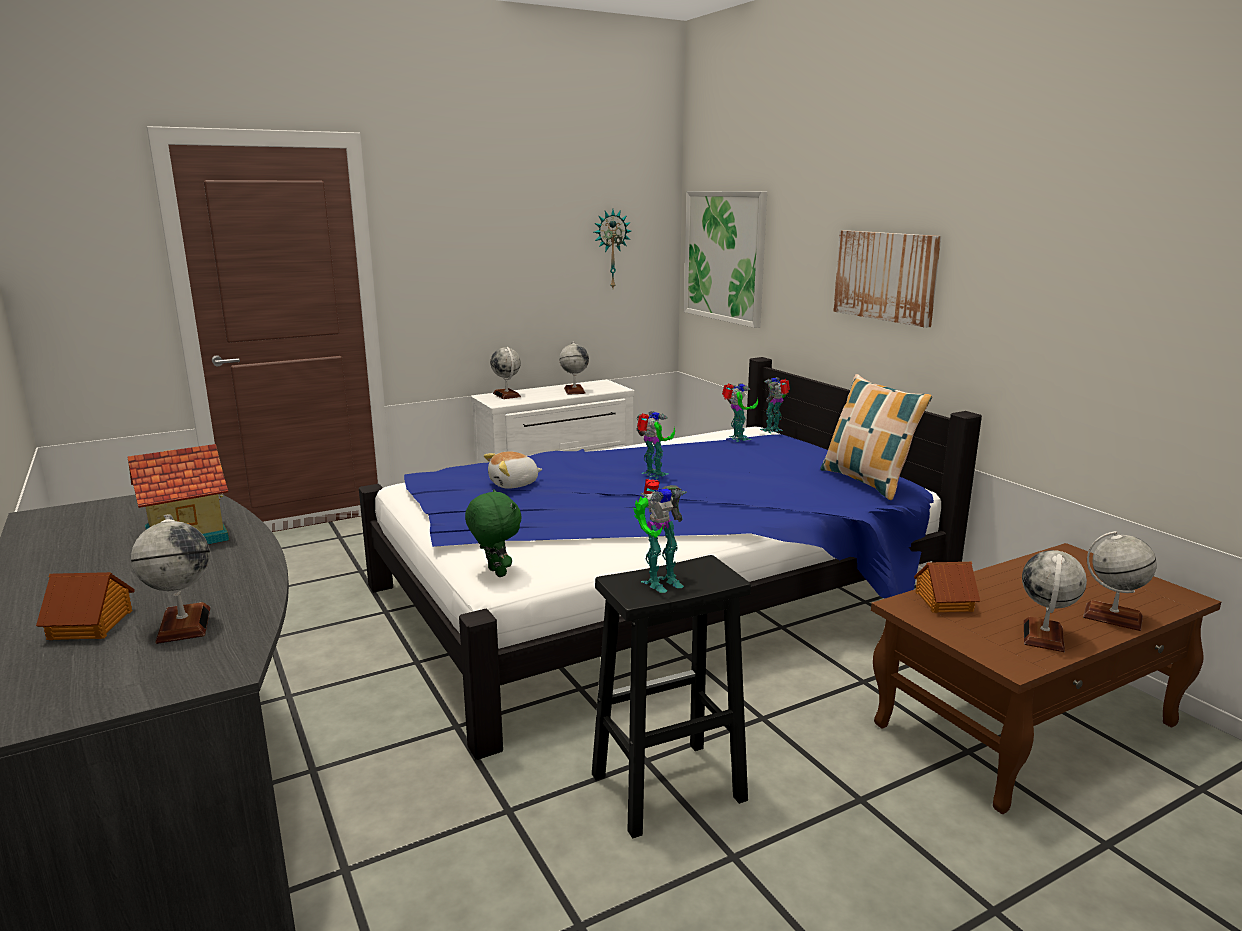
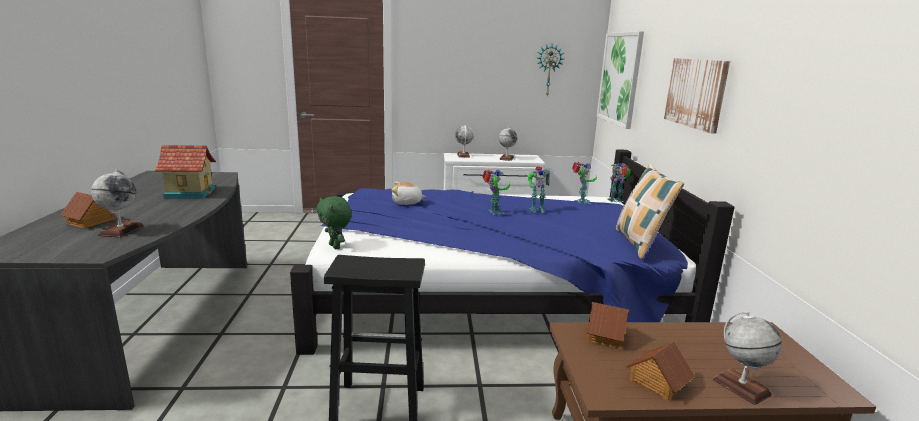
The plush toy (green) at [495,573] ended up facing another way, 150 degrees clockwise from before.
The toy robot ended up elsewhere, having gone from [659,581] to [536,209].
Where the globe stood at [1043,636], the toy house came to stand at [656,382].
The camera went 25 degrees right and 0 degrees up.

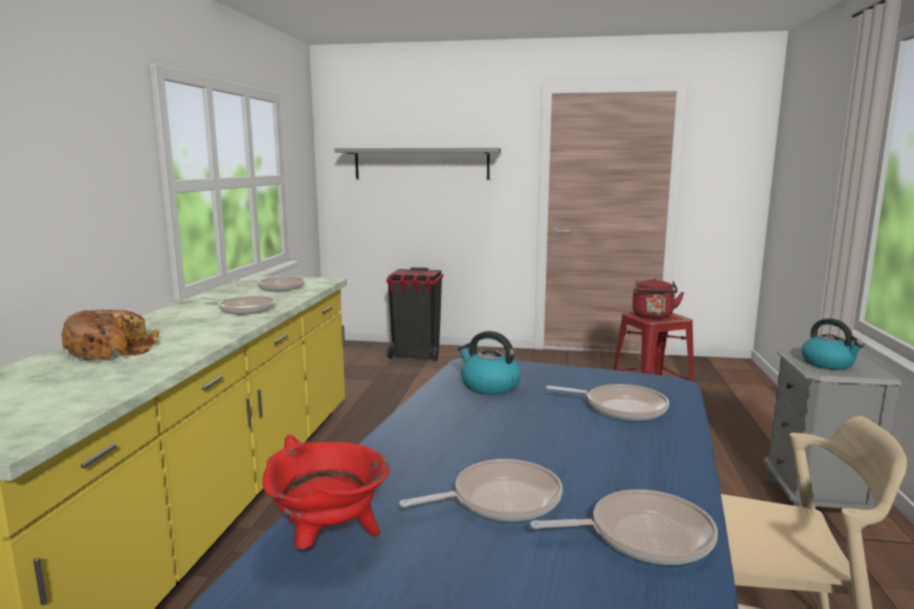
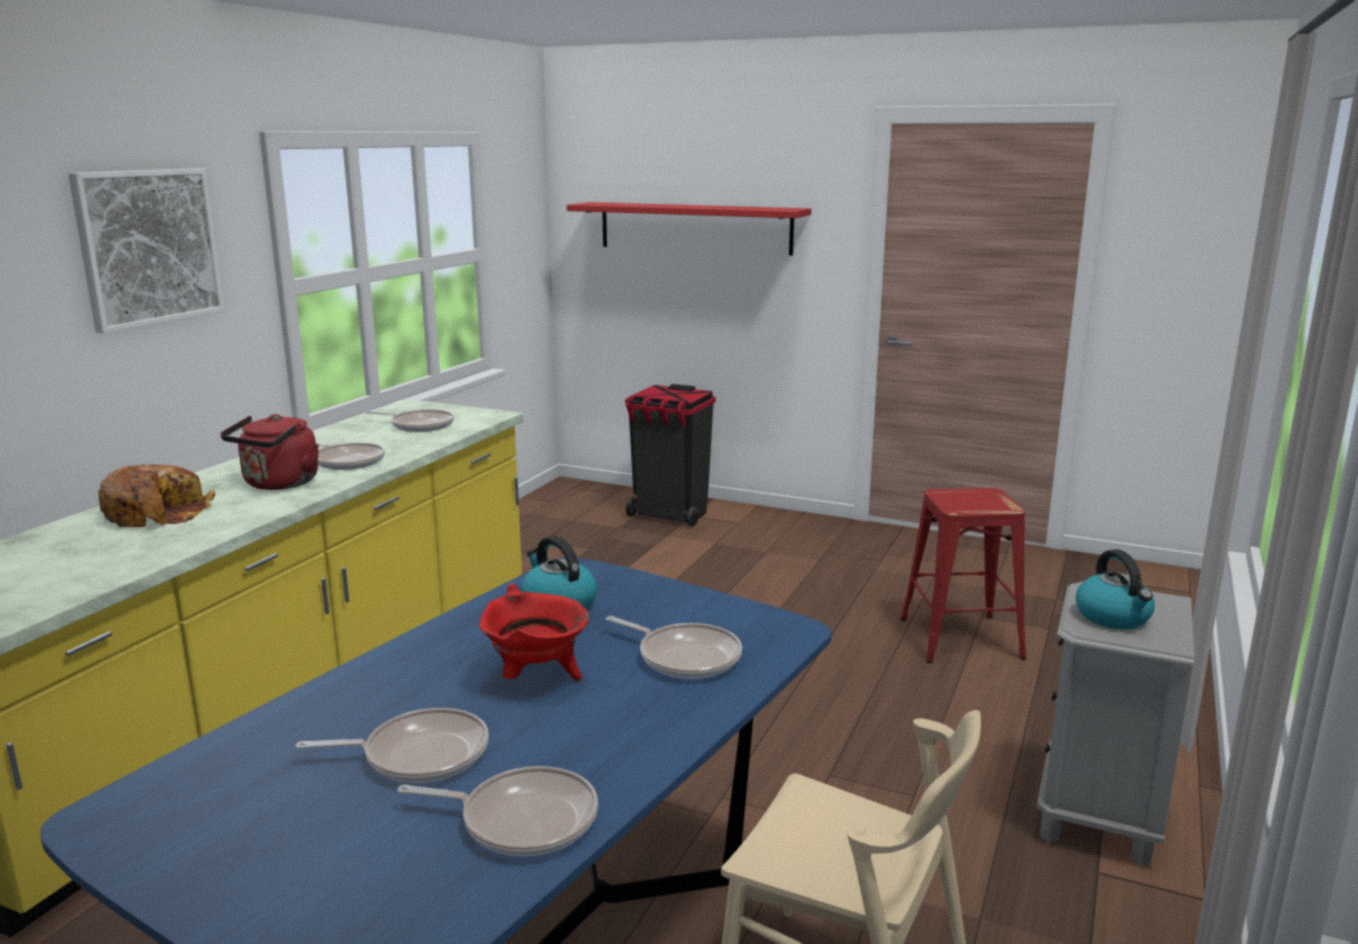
The second view gained the picture at [148,247].
The kettle (red) ended up elsewhere, having gone from [653,316] to [278,484].
The cooking pot (red) ended up elsewhere, having gone from [328,541] to [537,679].
What was the shelf (grey) at [421,163] turned into the shelf (red) at [694,228].
The camera went 15 degrees right and 5 degrees up.

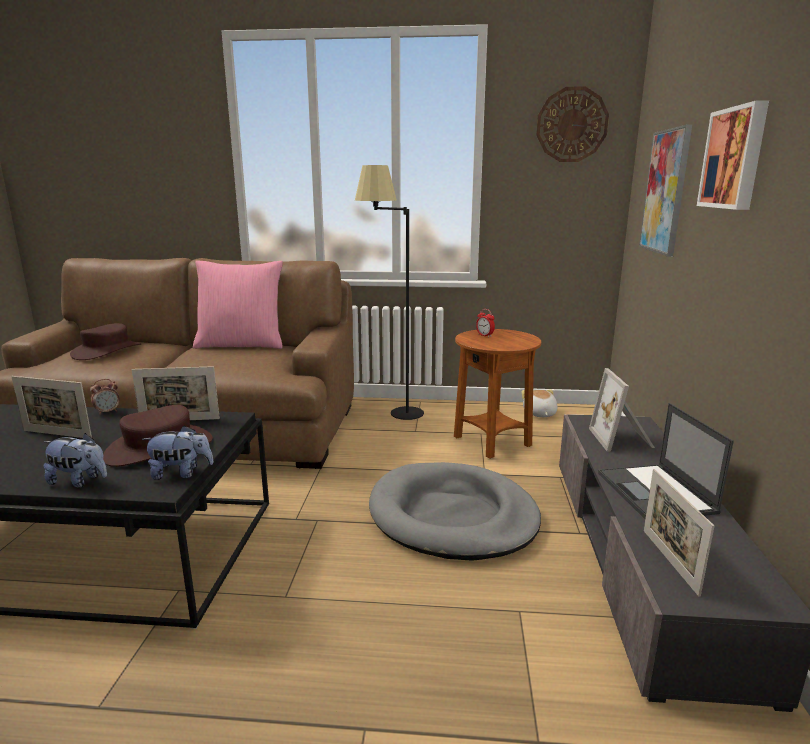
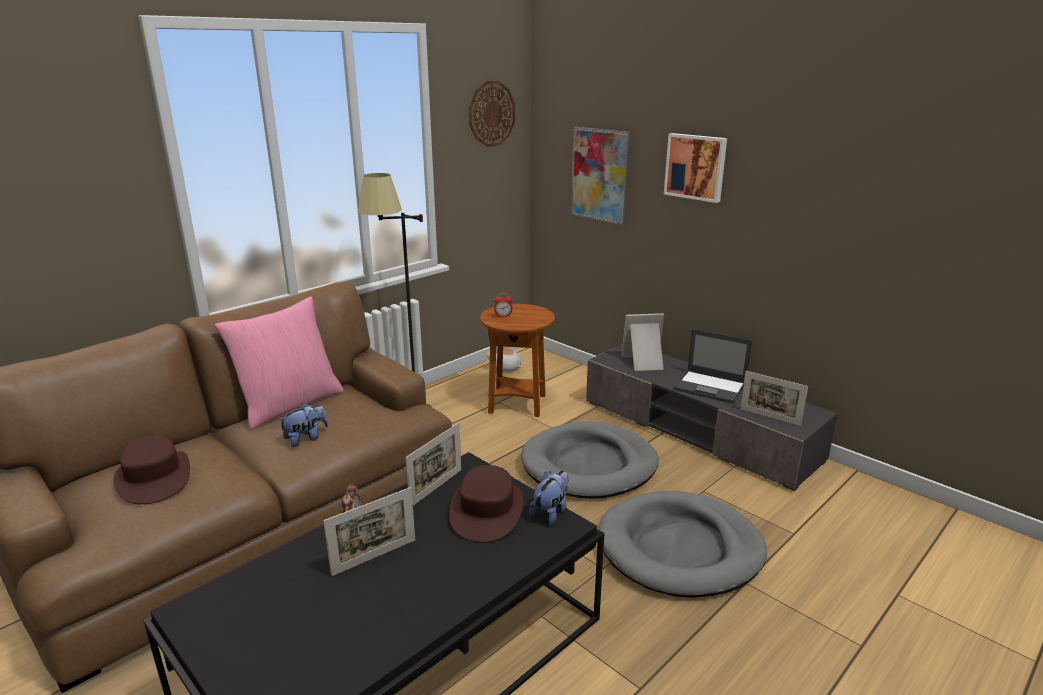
The plush toy ended up elsewhere, having gone from [79,481] to [306,438].
The second view gained the dog bed (grey) at [680,548].
The picture frame at [623,439] ended up facing another way, 135 degrees clockwise from before.
The camera went 50 degrees left and 5 degrees up.

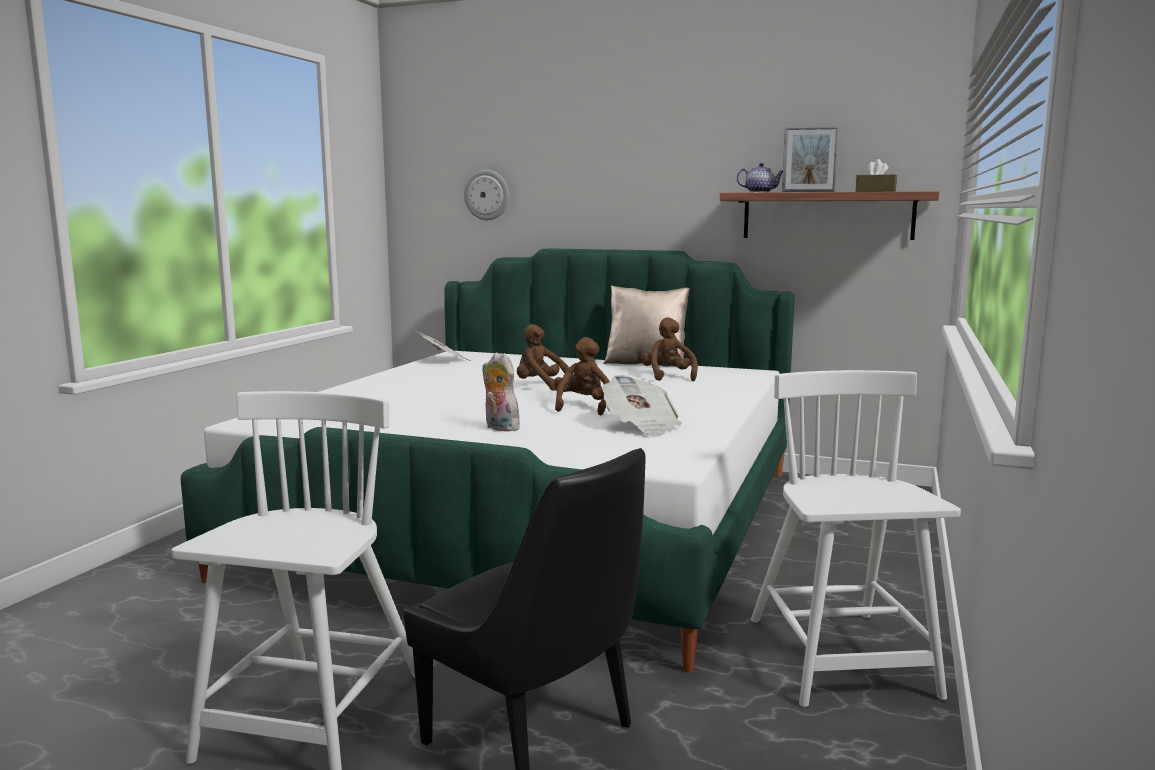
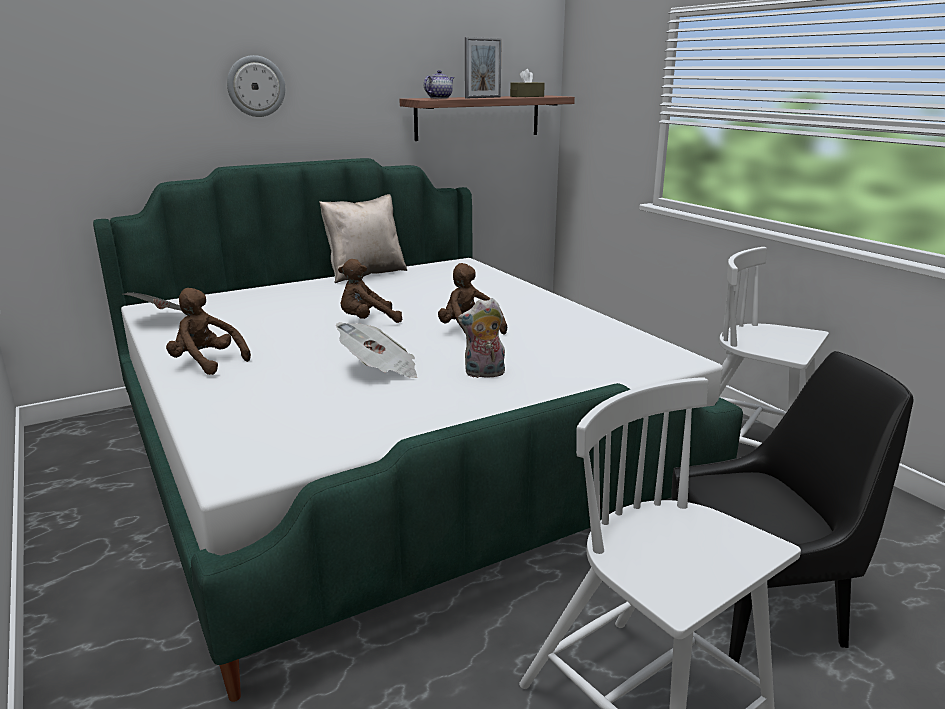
The plush toy (brown) ended up elsewhere, having gone from [668,377] to [206,363].
The wall clock ended up elsewhere, having gone from [487,195] to [256,86].
The newspaper ended up elsewhere, having gone from [641,427] to [380,370].
The camera went 50 degrees left and 10 degrees up.

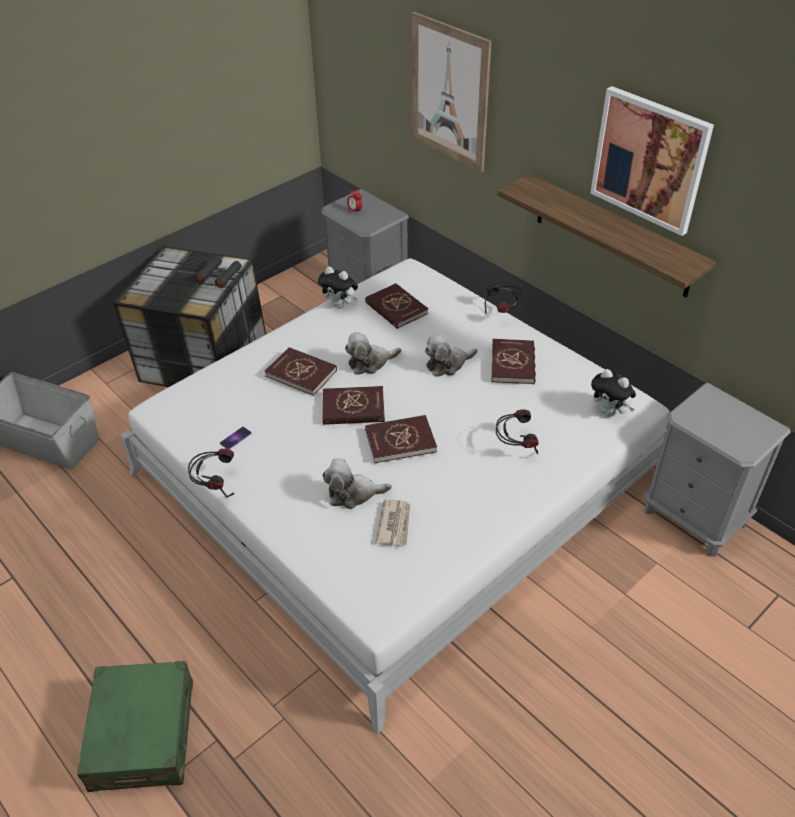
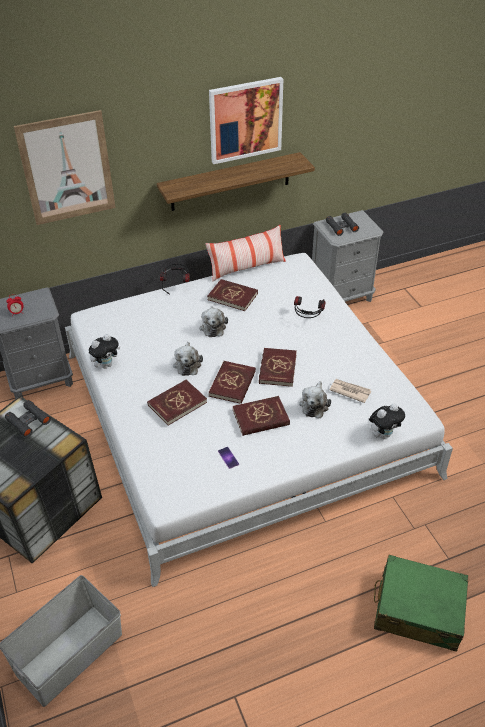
The second view gained the pillow at [246,268].
The book (red) ended up elsewhere, having gone from [396,308] to [261,417].
The second view gained the binoculars (black) at [341,227].
The plush toy ended up elsewhere, having gone from [609,412] to [383,434].
The second view lost the headphones at [215,485].
The camera went 70 degrees left and 0 degrees up.

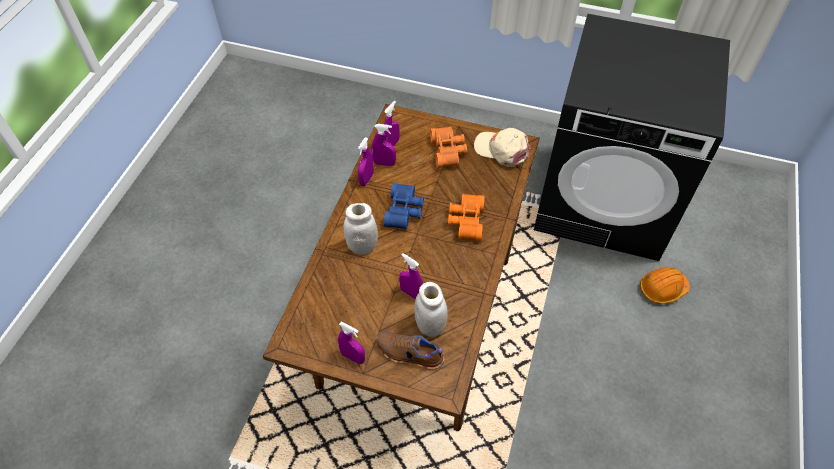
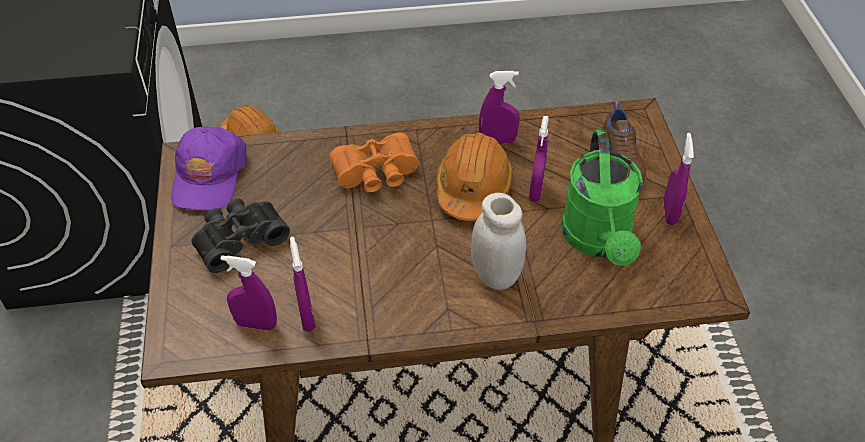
What was the cap (beige) at [502,150] turned into the cap (purple) at [208,176].
What was the binoculars (orange) at [449,151] turned into the binoculars (black) at [239,239].
The second view gained the hard hat (orange) at [473,188].
The spray bottle (purple) ended up elsewhere, having gone from [366,179] to [497,141].
The second view gained the watering can (green) at [598,240].
The second view lost the binoculars (blue) at [405,211].
The second view lost the jar (white) at [430,325].
The camera went 115 degrees left and 5 degrees down.

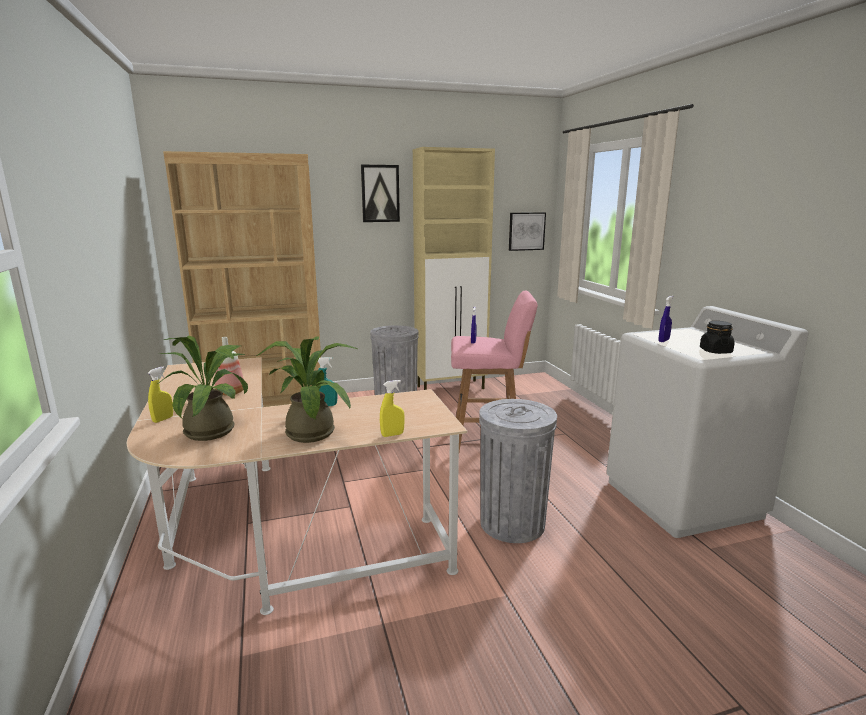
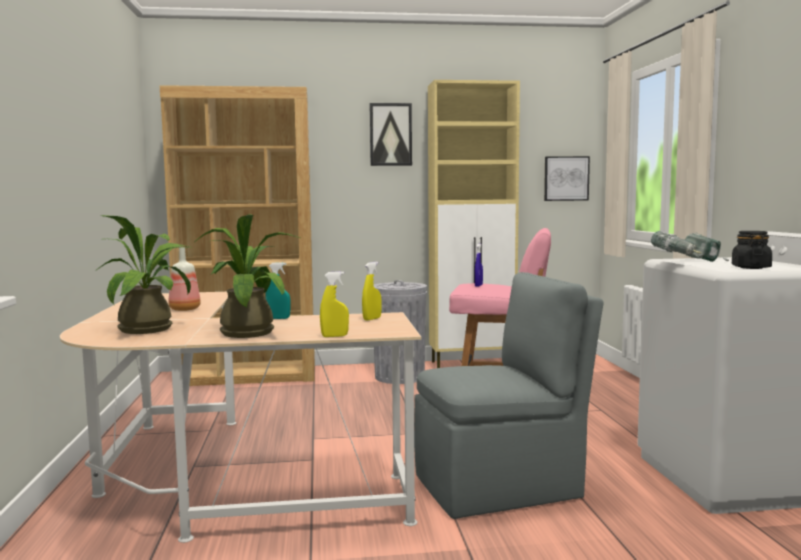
The spray bottle (yellow) ended up elsewhere, having gone from [163,419] to [372,319].
Where the trash can (grey) stood at [512,523], the chair (grey) came to stand at [501,486].
Where the spray bottle (blue) stood at [663,341], the power drill came to stand at [691,262].
The camera went 10 degrees right and 10 degrees down.

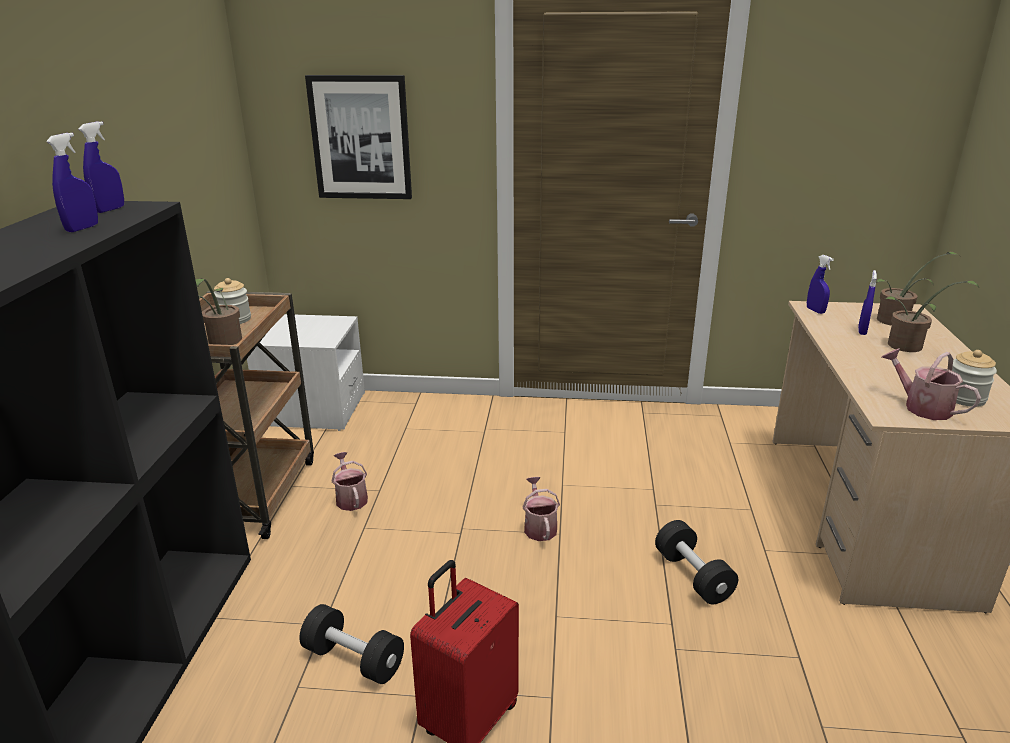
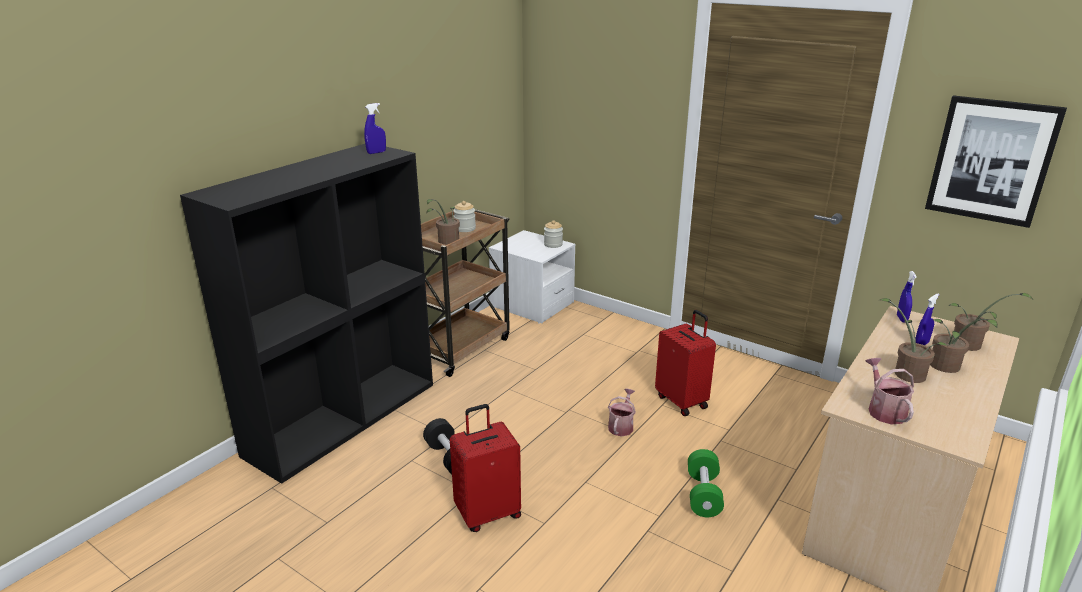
The jar ended up elsewhere, having gone from [964,398] to [553,244].
The second view gained the suitcase (red) at [682,401].
What was the dumbbell (black) at [693,576] turned into the dumbbell (green) at [703,494].
The second view gained the potted plant at [905,372].
The picture ended up elsewhere, having gone from [361,138] to [991,160].
The second view lost the spray bottle (blue) at [82,228].
The second view lost the watering can at [350,498].
The camera went 30 degrees right and 0 degrees up.

